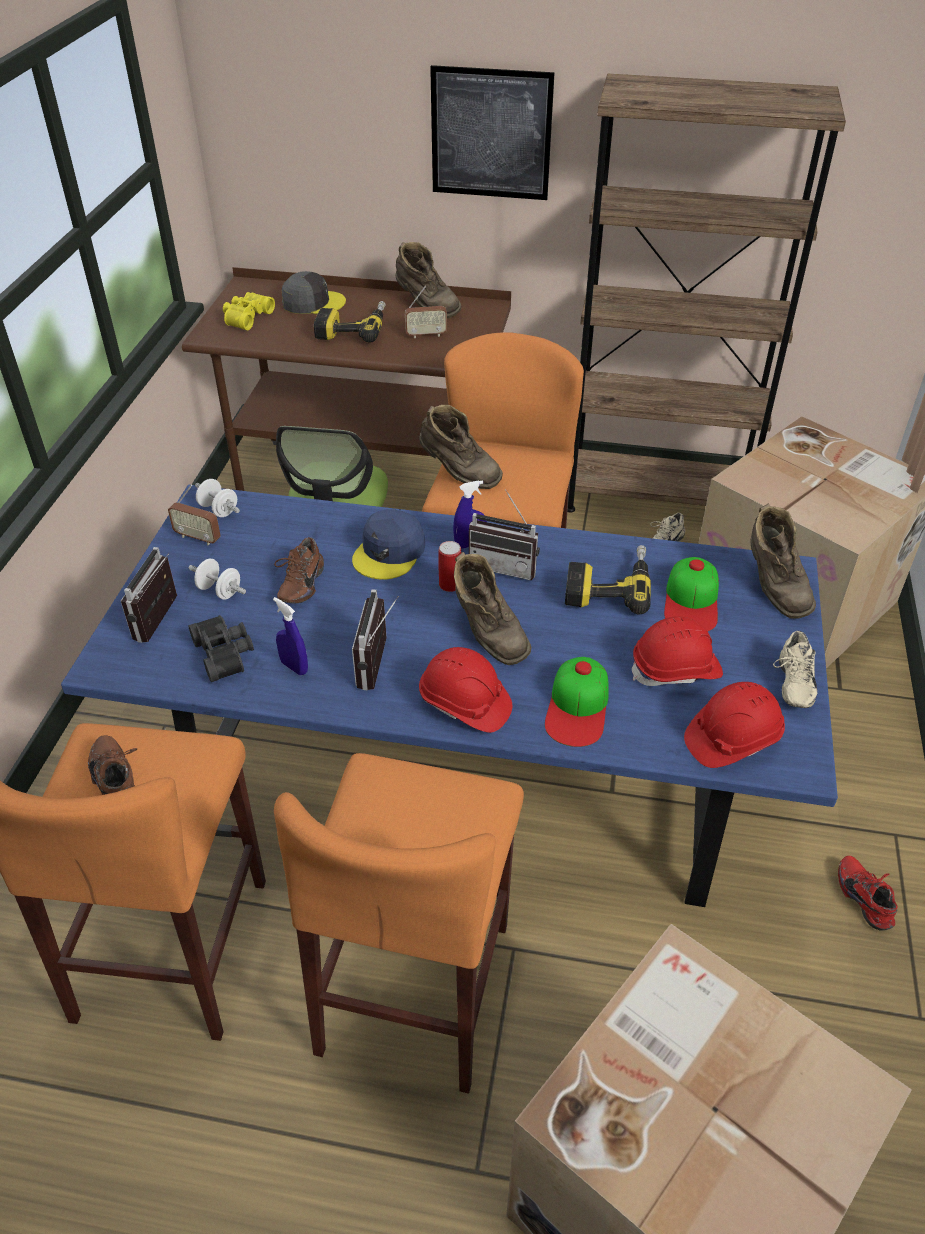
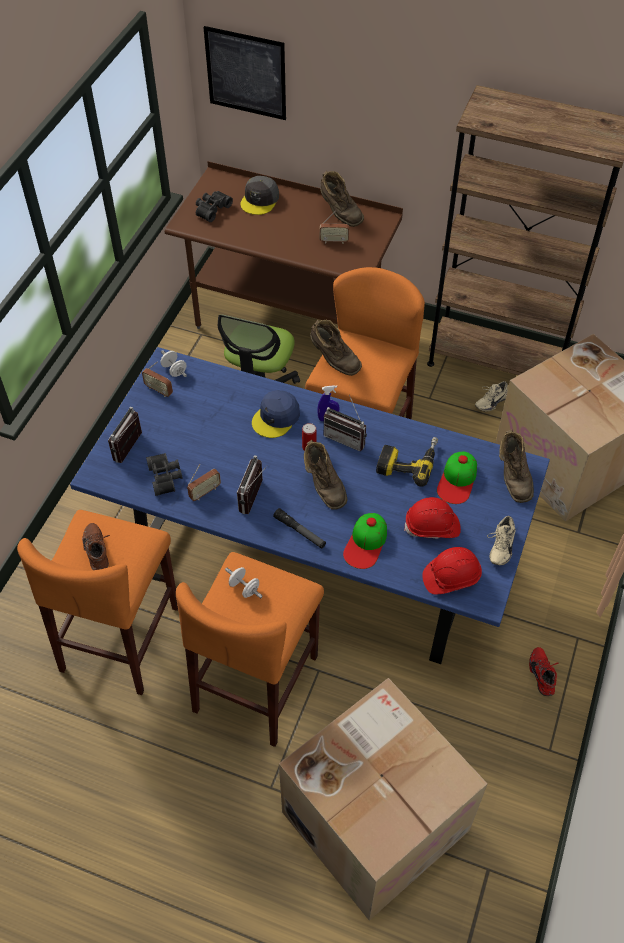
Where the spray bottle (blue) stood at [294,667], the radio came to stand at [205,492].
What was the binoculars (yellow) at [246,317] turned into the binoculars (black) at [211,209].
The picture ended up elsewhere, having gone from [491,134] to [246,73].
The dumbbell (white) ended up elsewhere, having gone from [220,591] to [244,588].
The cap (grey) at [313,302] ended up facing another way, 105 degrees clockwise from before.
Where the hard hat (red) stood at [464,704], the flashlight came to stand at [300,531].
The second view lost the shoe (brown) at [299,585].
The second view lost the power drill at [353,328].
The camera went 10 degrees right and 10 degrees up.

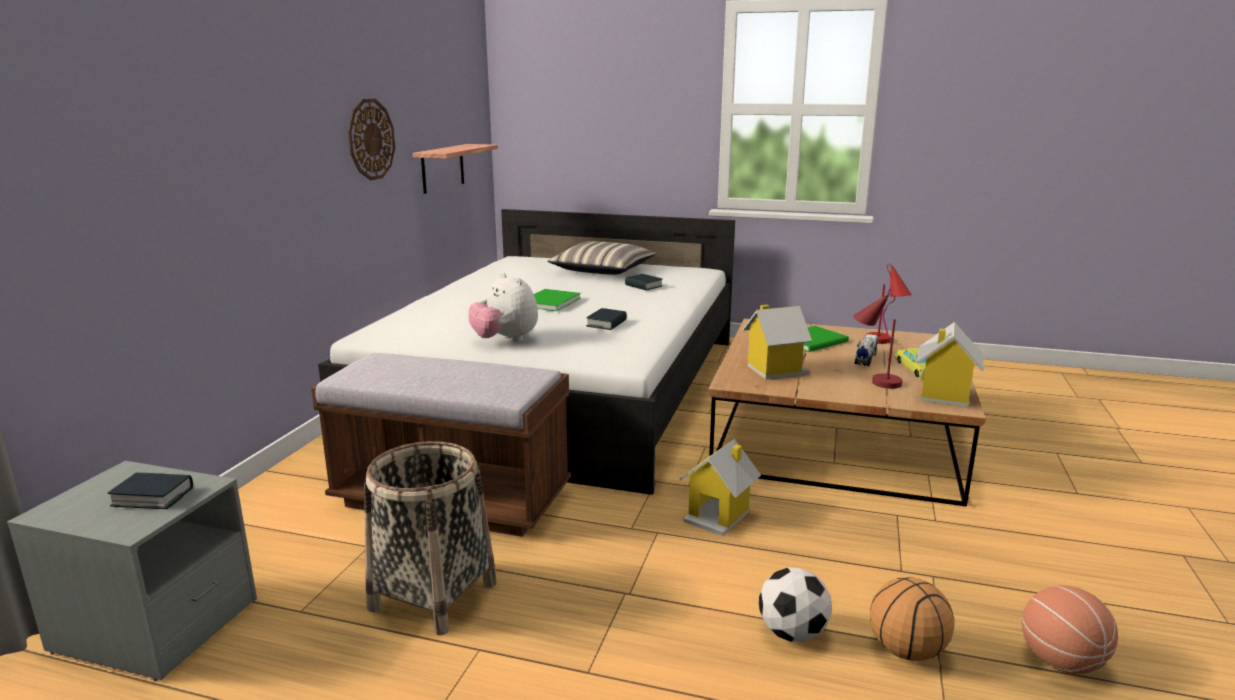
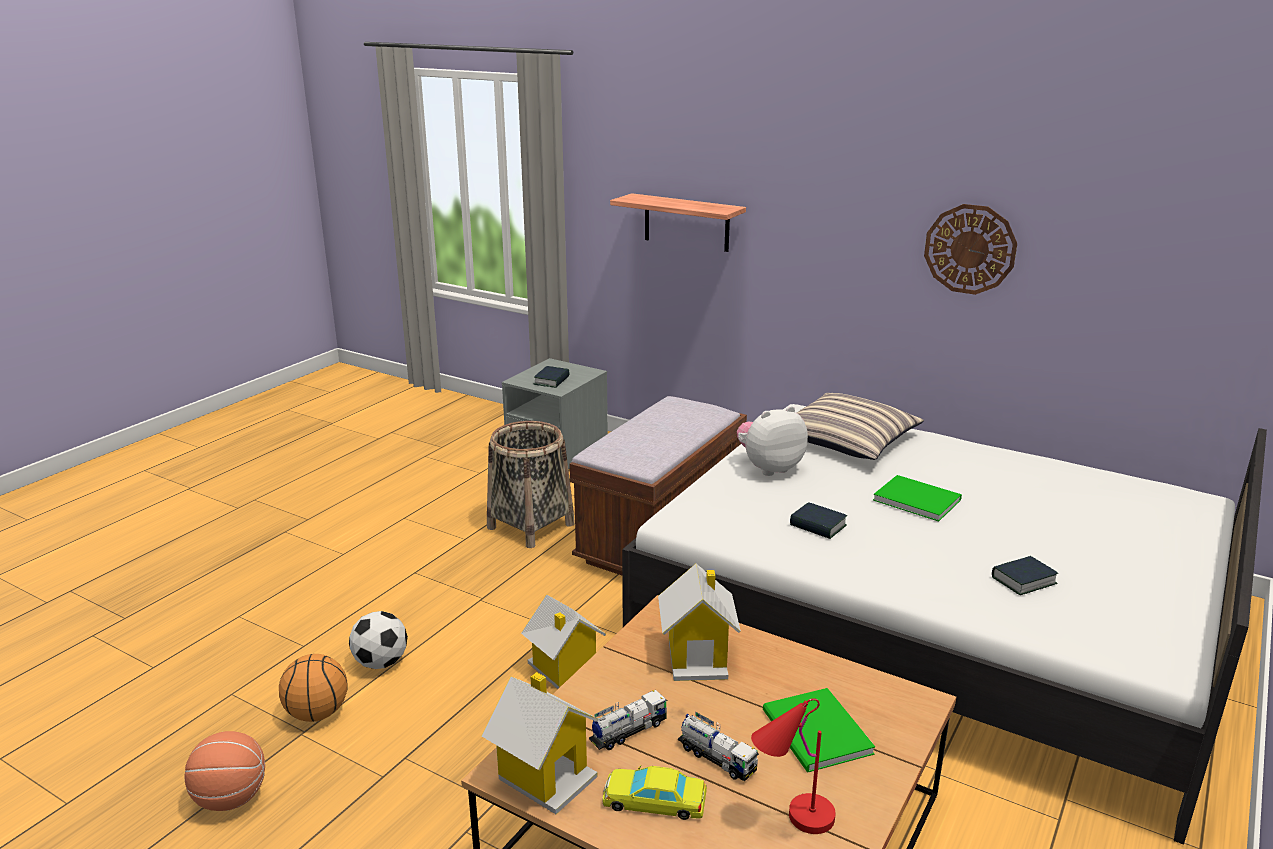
Where the table lamp (red) stood at [873,380], the toy truck came to stand at [628,731].
The shelf ended up elsewhere, having gone from [442,168] to [686,222].
The pillow ended up elsewhere, having gone from [603,270] to [847,440].
The camera went 105 degrees right and 5 degrees up.

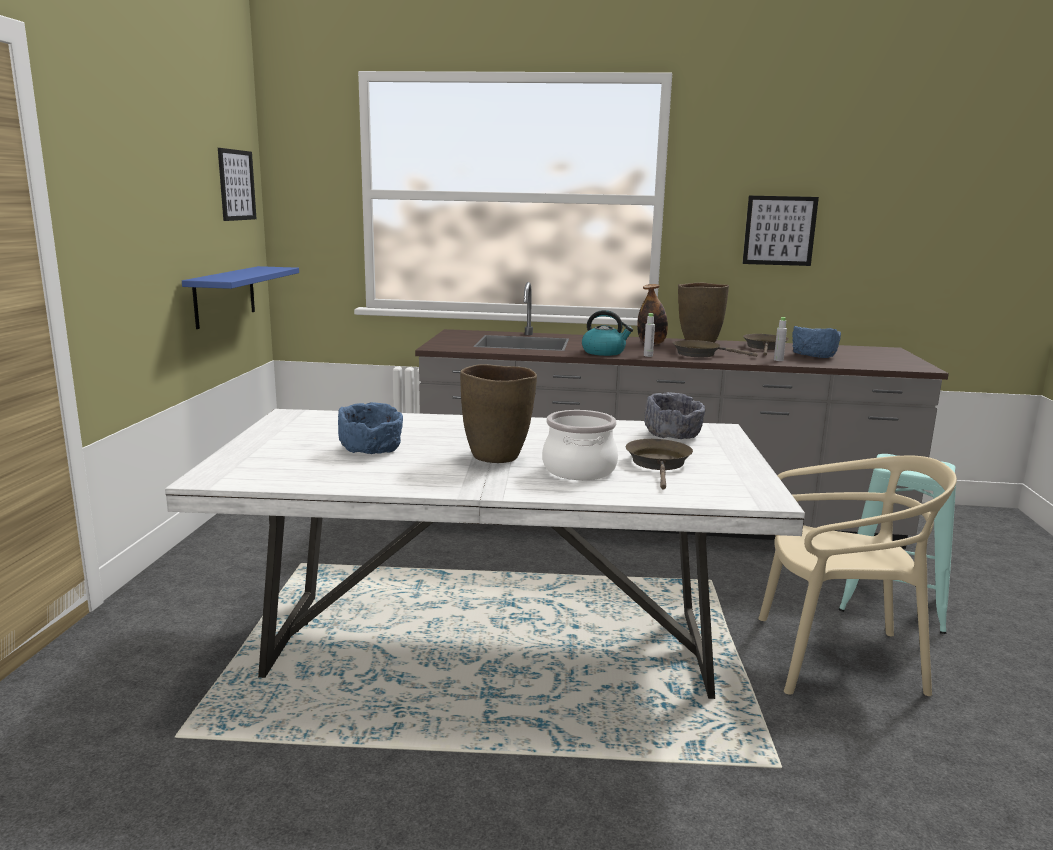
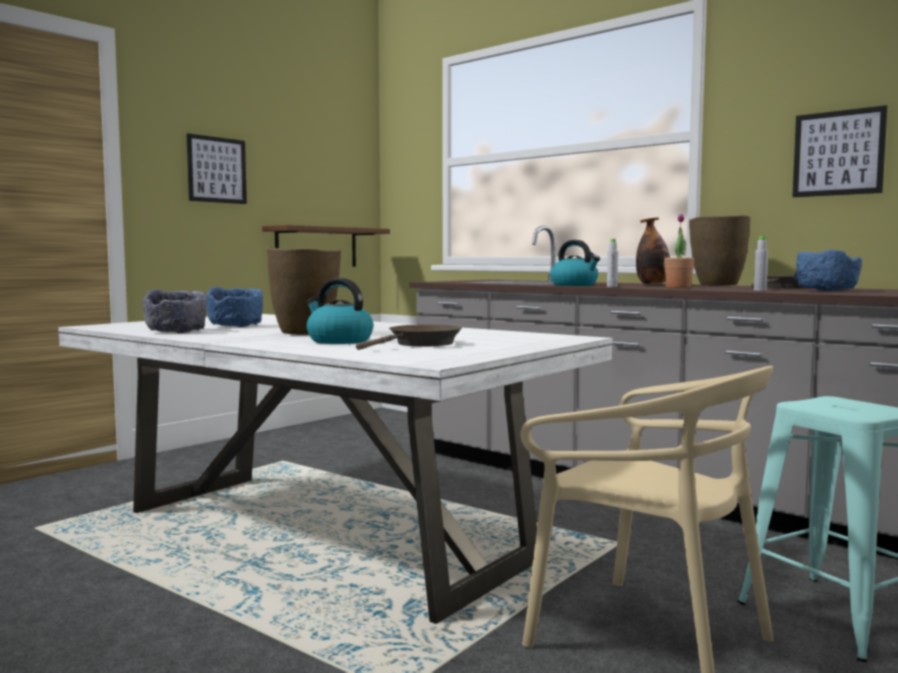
The bowl (grey) ended up elsewhere, having gone from [672,435] to [176,331].
The picture ended up elsewhere, having gone from [236,185] to [216,170].
What was the shelf (blue) at [224,296] turned into the shelf (brown) at [316,247].
Where the cooking pot stood at [580,470], the kettle came to stand at [338,341].
Where the frying pan (brown) stood at [700,354], the potted plant came to stand at [678,287].
The camera went 35 degrees right and 10 degrees down.

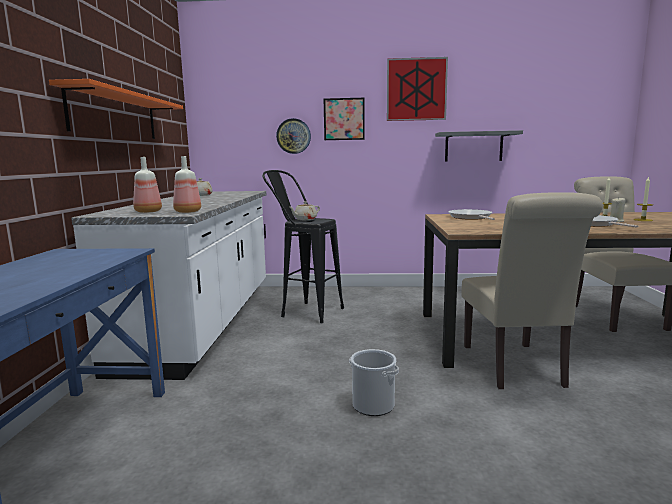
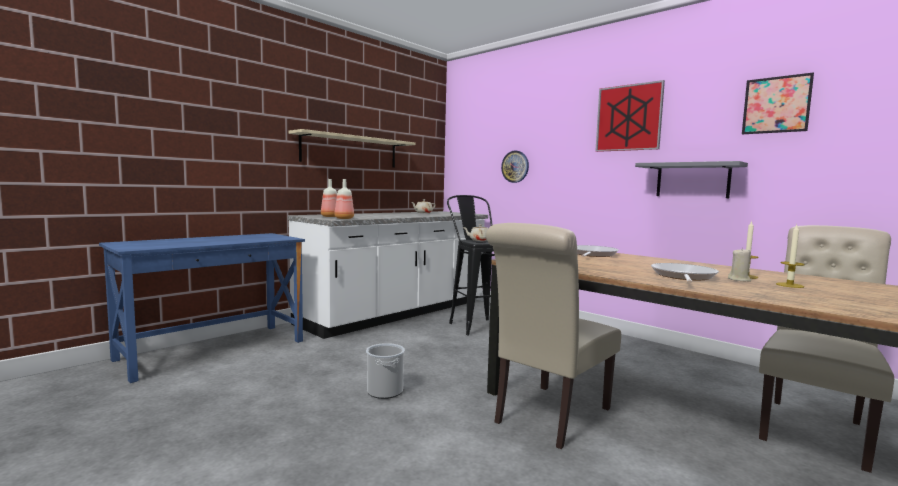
What was the shelf (orange) at [115,115] turned into the shelf (beige) at [350,151].
The picture ended up elsewhere, having gone from [344,119] to [776,105].
The camera went 40 degrees right and 5 degrees down.

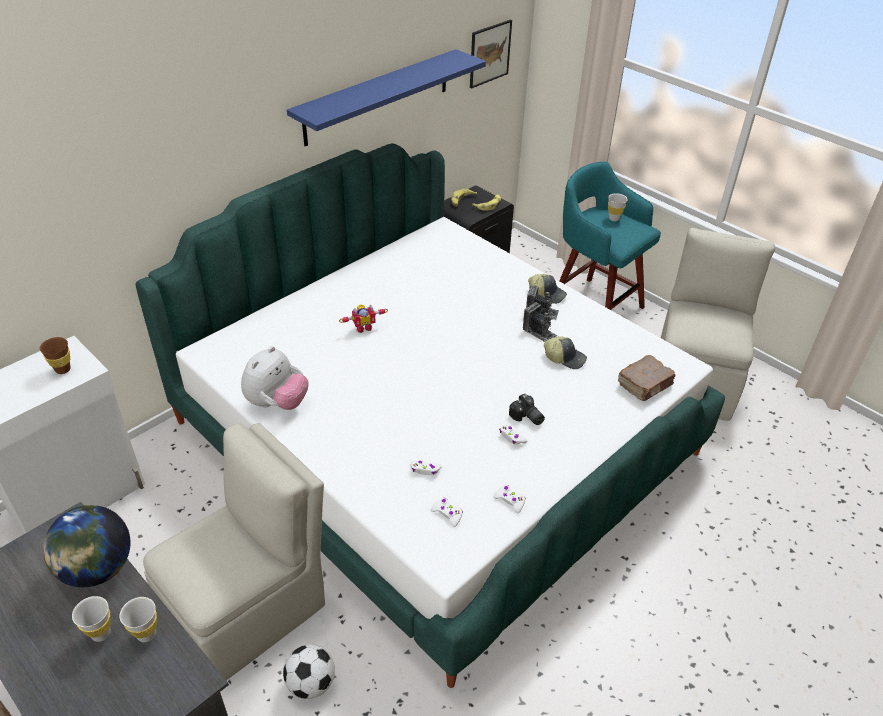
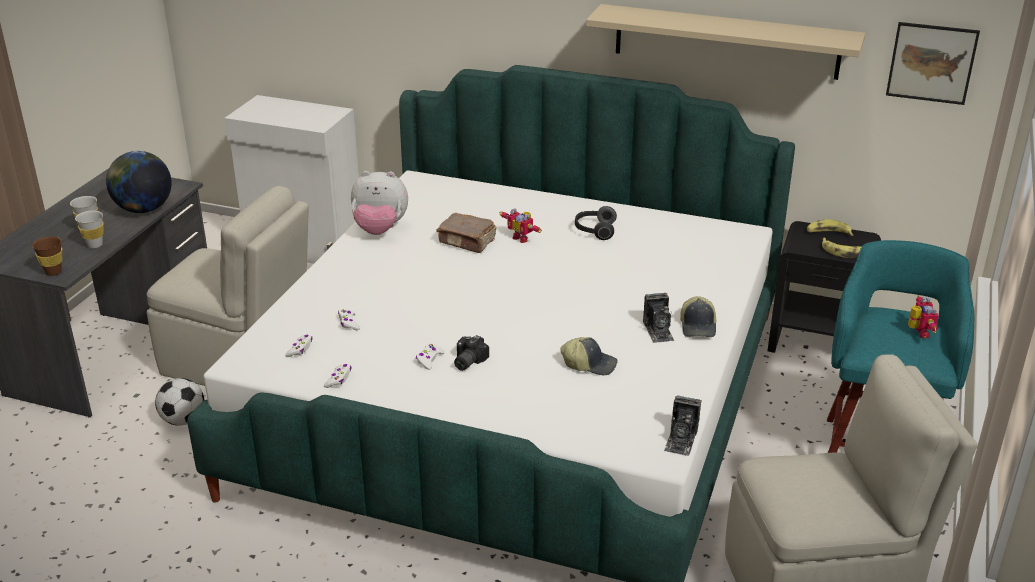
The cup (brown) ended up elsewhere, having gone from [63,369] to [53,272].
The book (brown) ended up elsewhere, having gone from [645,385] to [467,242].
The cap at [565,358] ended up facing another way, 75 degrees counterclockwise from before.
The second view gained the headphones at [594,231].
What was the shelf (blue) at [378,97] turned into the shelf (beige) at [726,41].
The photo camera ended up elsewhere, having gone from [539,332] to [681,440].
Where the cup (white) stood at [614,218], the toy robot came to stand at [918,332].
The camera went 65 degrees right and 10 degrees down.

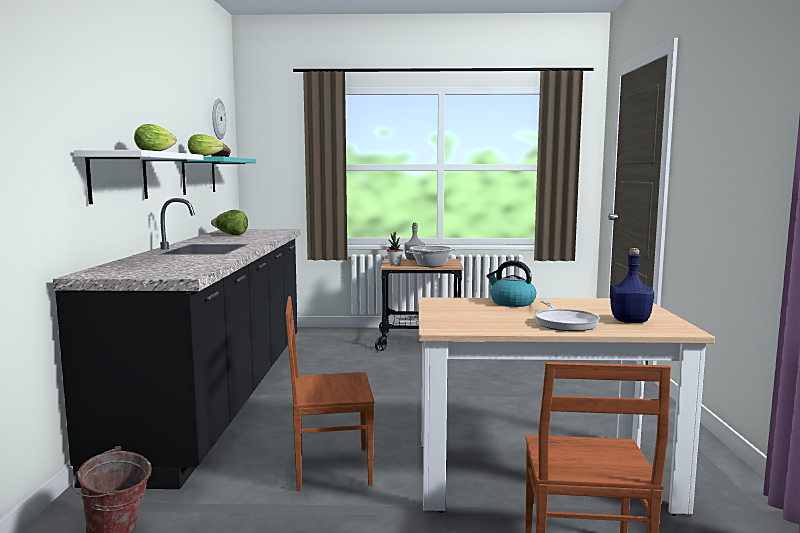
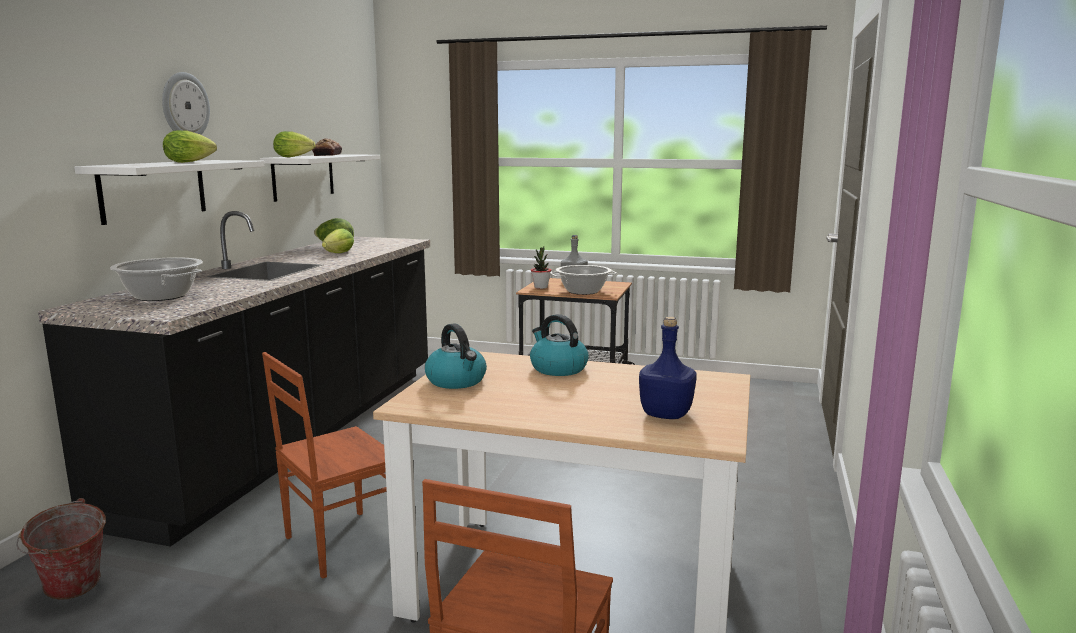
The second view gained the cooking pot at [160,296].
The wall clock ended up elsewhere, having gone from [217,119] to [184,106].
What was the shelf (turquoise) at [199,175] turned into the shelf (white) at [303,176].
The chair (brown) at [331,467] ended up facing another way, 45 degrees counterclockwise from before.
The second view gained the lettuce at [337,254].
The second view gained the kettle at [457,381].
The second view lost the frying pan at [564,323].
The camera went 15 degrees right and 5 degrees up.

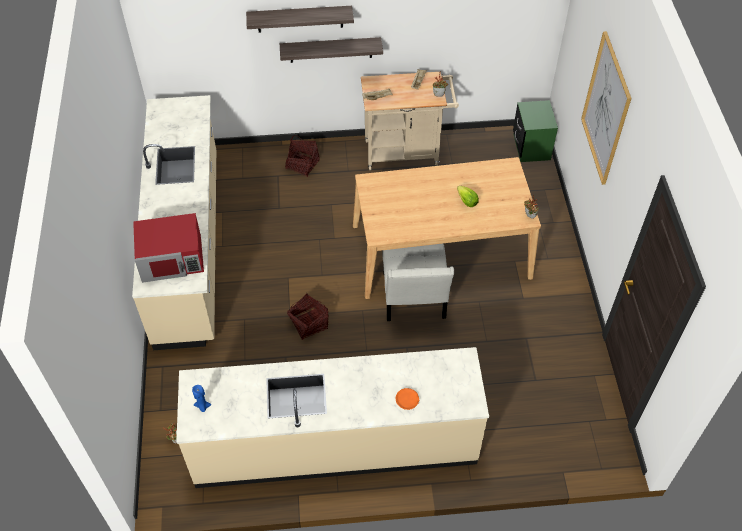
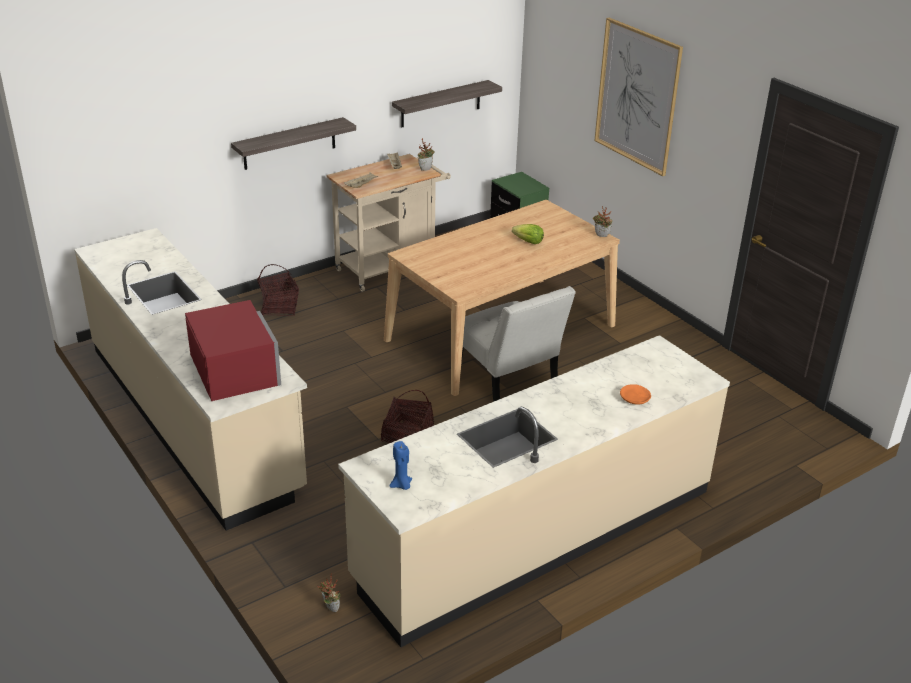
The microwave (red) at [172,258] ended up facing another way, 75 degrees counterclockwise from before.
The shelf ended up elsewhere, having gone from [300,19] to [441,104].
The camera went 30 degrees left and 20 degrees down.

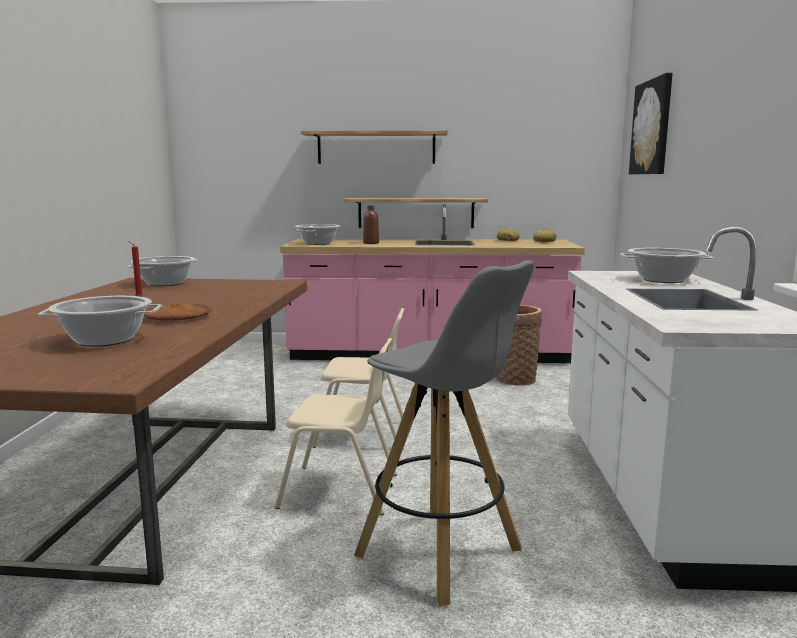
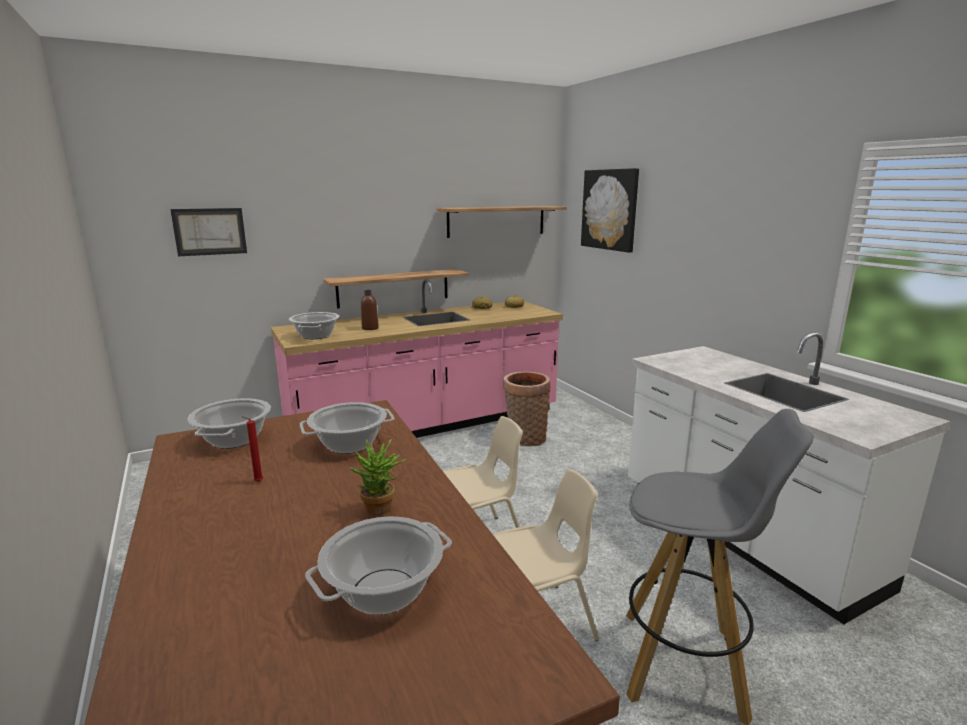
The second view gained the picture at [210,231].
The cooking pot ended up elsewhere, having gone from [663,280] to [349,444].
Where the plate (brown) stood at [178,317], the potted plant came to stand at [380,511].
The shelf ended up elsewhere, having gone from [376,148] to [496,221].
The camera went 30 degrees left and 5 degrees up.

